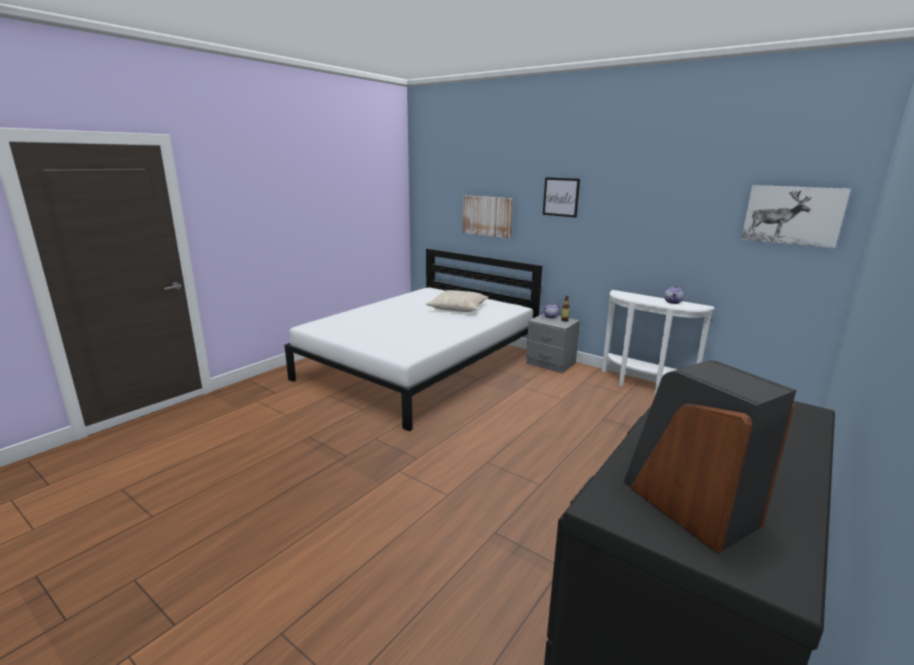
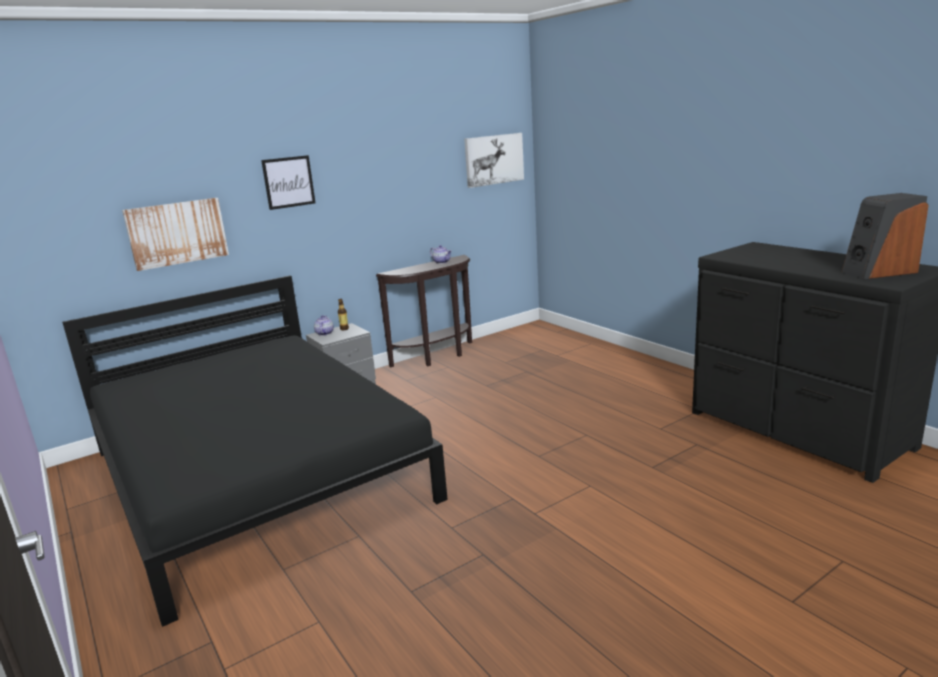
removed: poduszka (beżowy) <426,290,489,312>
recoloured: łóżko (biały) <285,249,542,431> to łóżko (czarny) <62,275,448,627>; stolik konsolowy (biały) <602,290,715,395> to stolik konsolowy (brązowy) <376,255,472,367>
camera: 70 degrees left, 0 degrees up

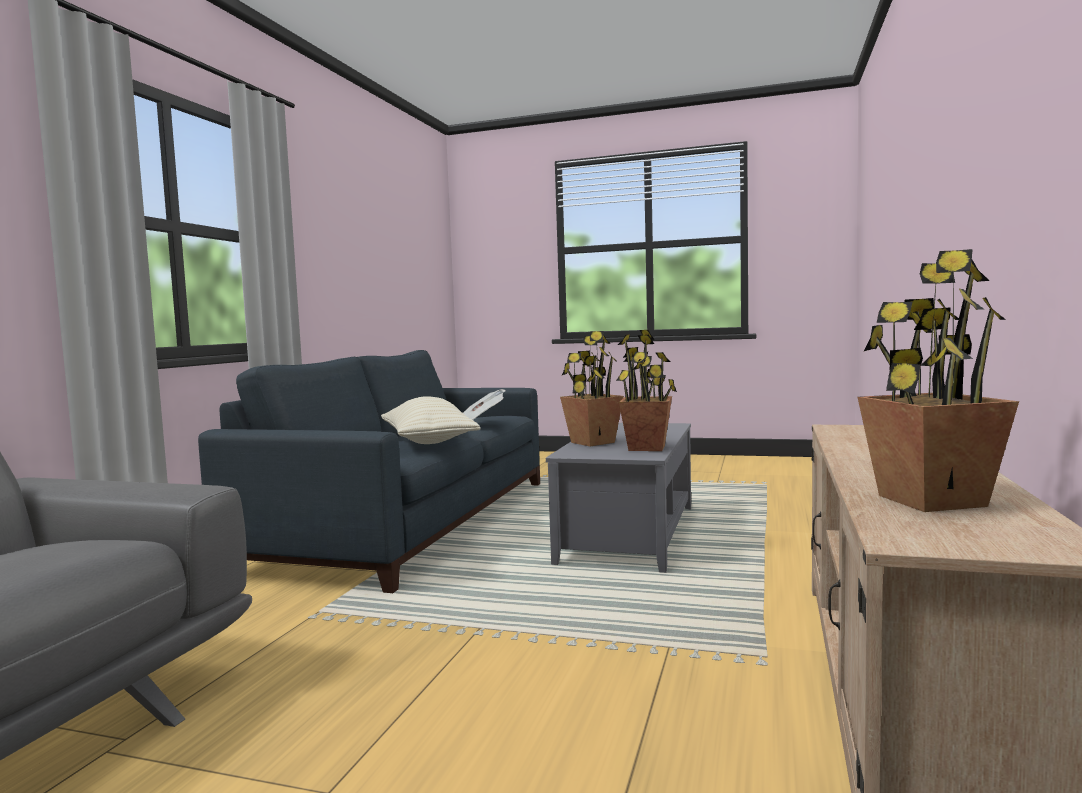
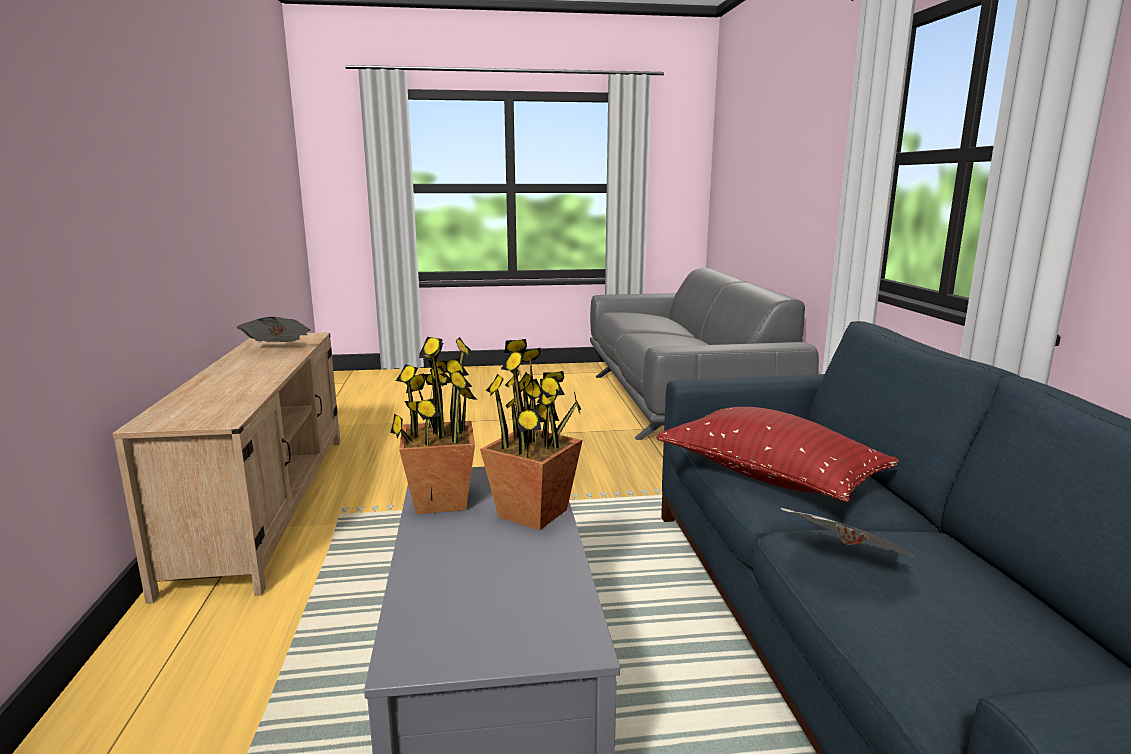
replaced: roślina doniczkowa <858,249,1019,512> to gazeta <237,317,310,342>
recoloured: poduszka (beżowy) <381,396,481,444> to poduszka (czerwony) <657,407,899,502>
camera: 155 degrees right, 10 degrees up

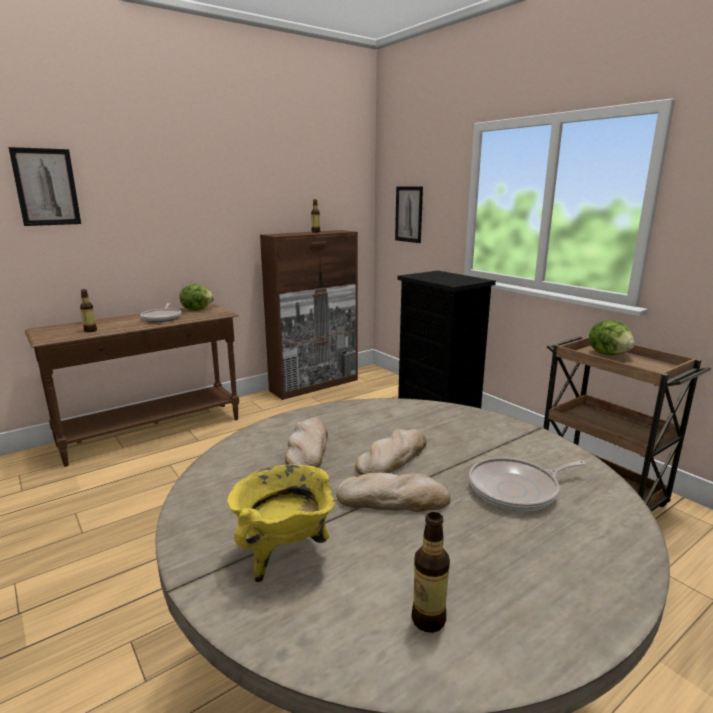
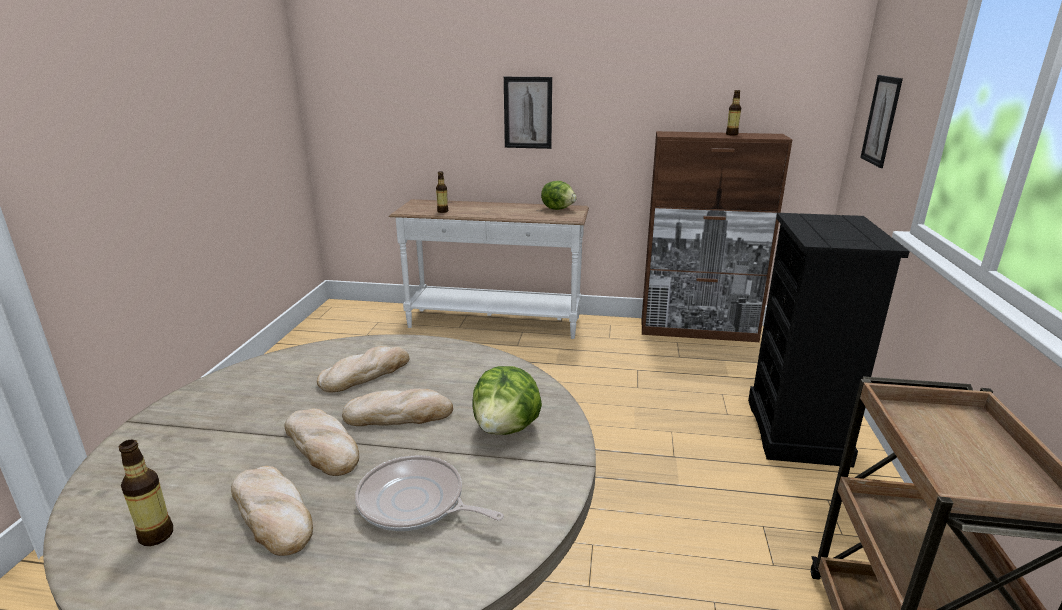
removed: patelnia <141,303,181,322>; garnek (żółty) <227,464,336,583>
added: chleb <231,466,313,556>
moved: sałata <589,320,635,355> to <472,366,542,435>; obraz <9,147,81,226> to <504,77,552,149>
recoloured: stolik konsolowy (brązowy) <25,304,239,467> to stolik konsolowy (biały) <389,199,589,339>
camera: 45 degrees right, 5 degrees up

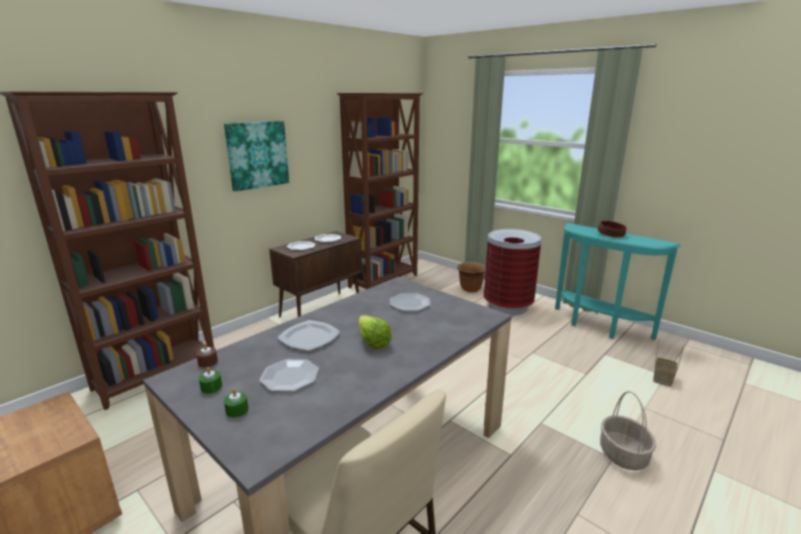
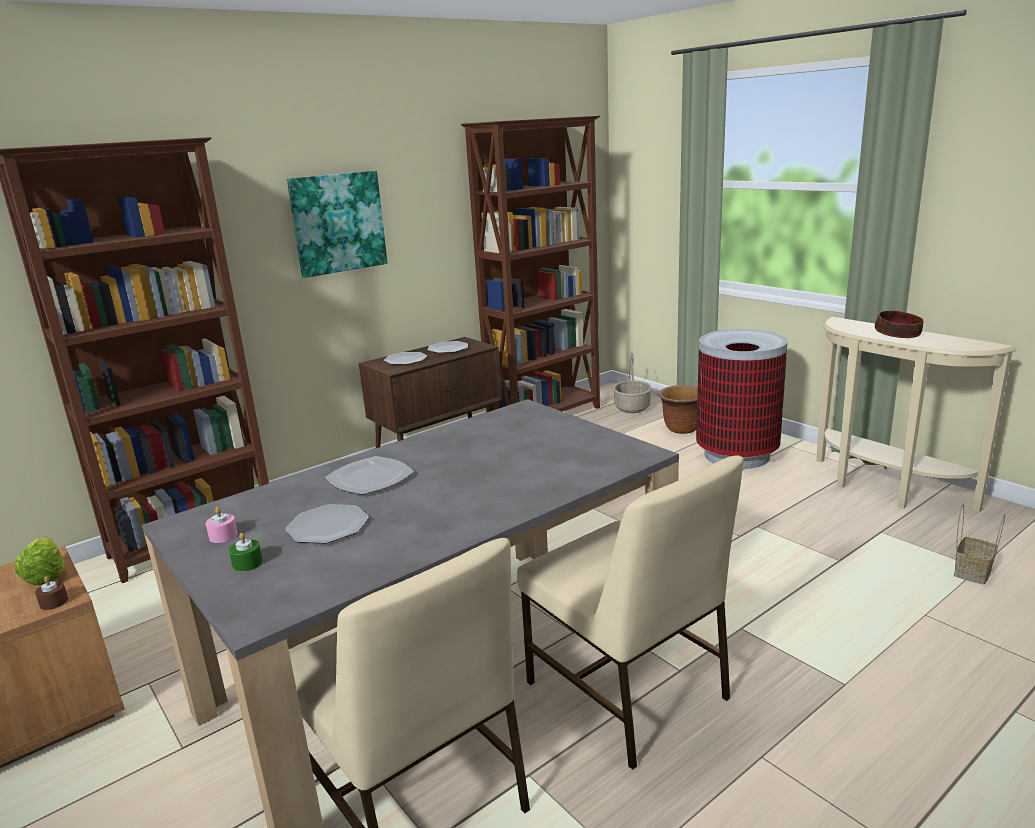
removed: talerz <390,293,431,311>
added: krzesło (beżowy) <517,455,744,770>
moved: sałata <359,315,392,349> to <15,536,64,585>; świeca (brązowy) <196,343,218,368> to <35,576,68,610>; koszyk <600,391,656,470> to <613,352,652,413>
recoloured: świeca (zielony) <199,367,222,394> to świeca (różowy) <206,507,238,543>; stolik konsolowy (turkusowy) <555,223,681,340> to stolik konsolowy (beżowy) <816,317,1017,512>
camera: 10 degrees right, 0 degrees up

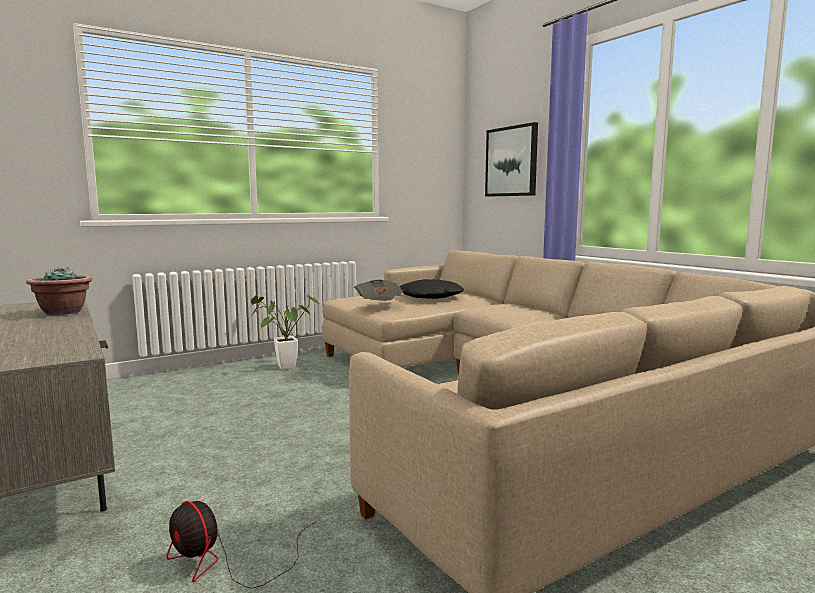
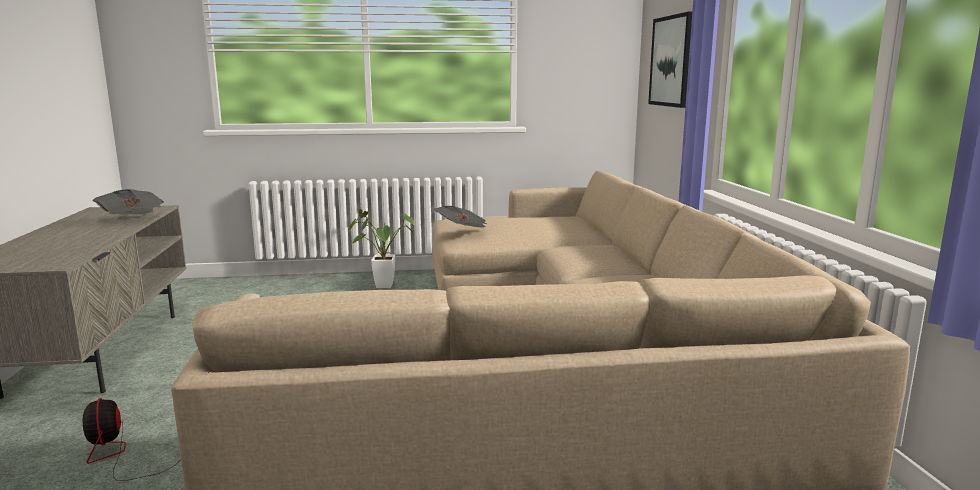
removed: poduszka (czarny) <400,279,464,299>
replaced: roślina doniczkowa <26,267,92,315> to gazeta <93,189,164,215>
camera: 25 degrees right, 5 degrees up

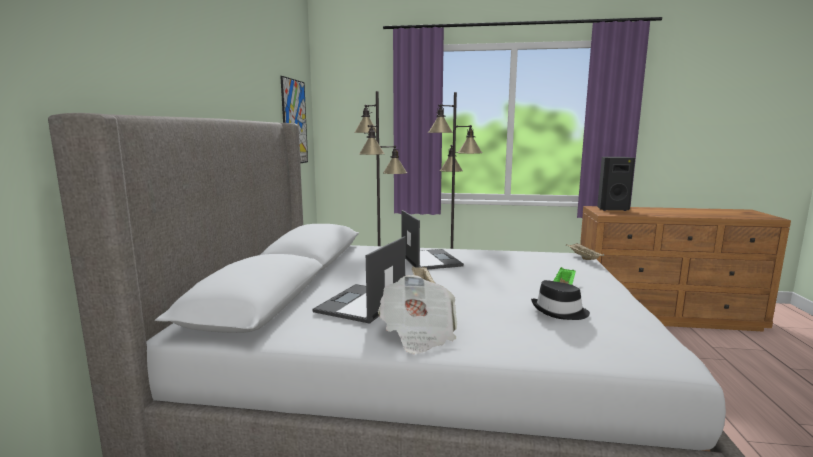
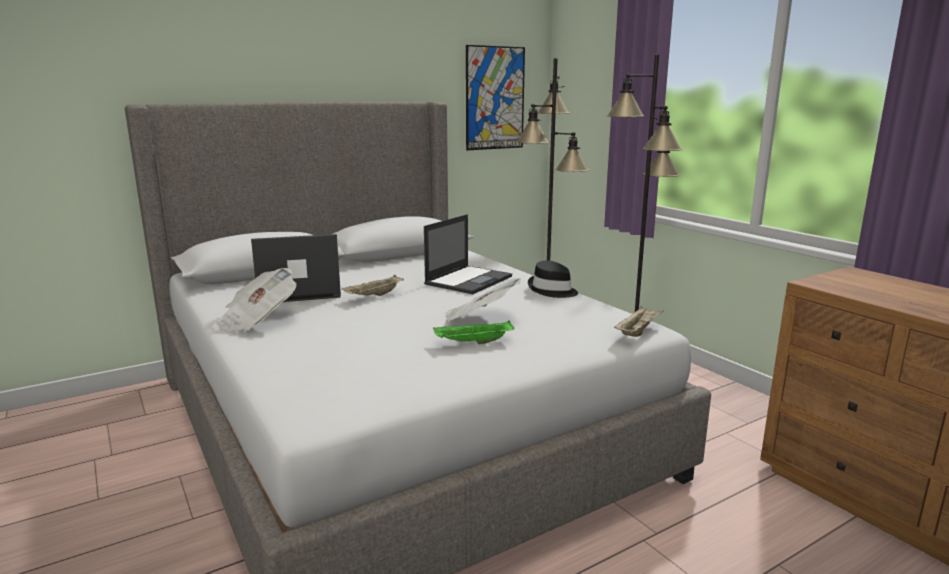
removed: głośnik (czarny) <597,157,635,211>
added: gazeta <445,278,521,323>
moved: kapelusz (czarny) <531,280,590,320> to <528,260,578,298>
camera: 50 degrees right, 5 degrees up

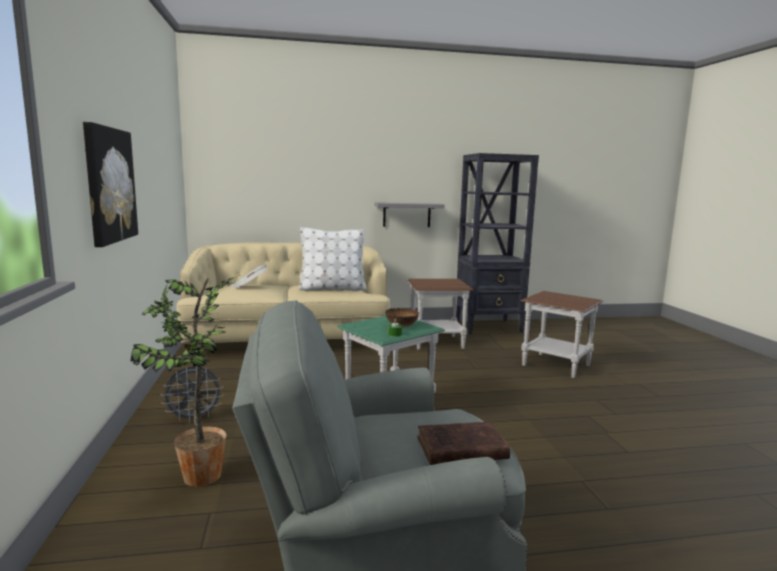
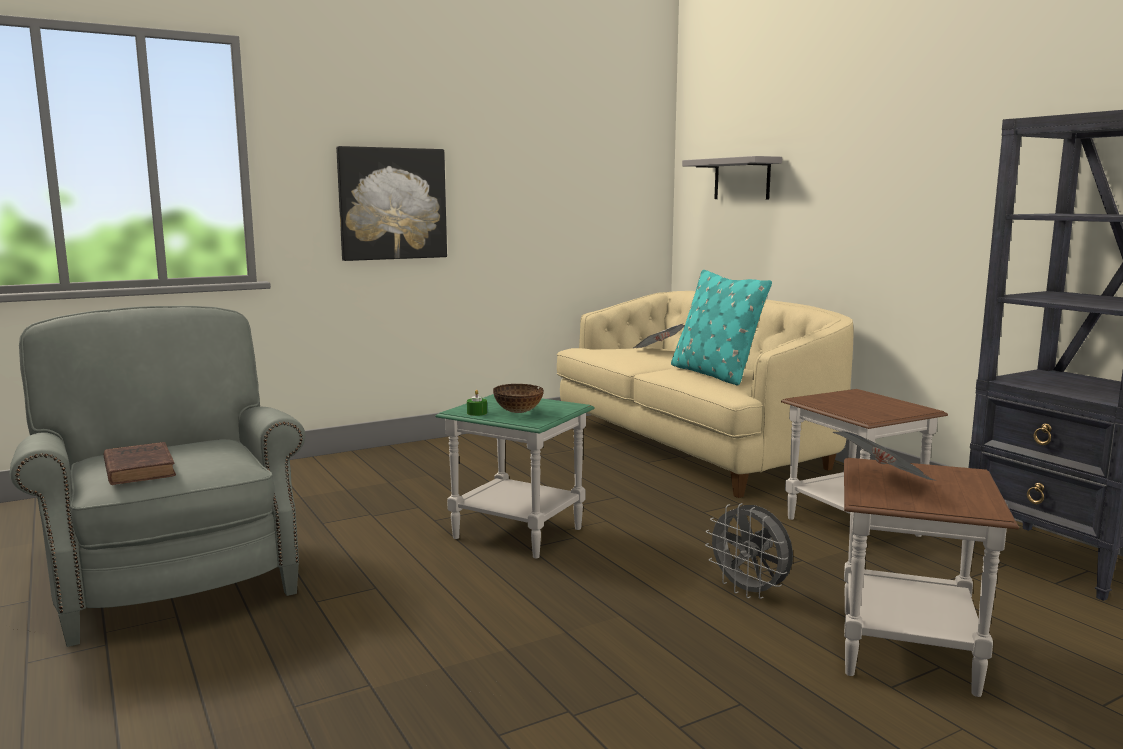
removed: roślina doniczkowa <130,276,237,487>
added: gazeta <833,431,934,480>
moved: półka (szary) <375,202,445,227> to <682,156,782,200>; wentylator (szary) <161,366,224,423> to <705,503,793,599>
recoloured: poduszka (biały) <299,227,366,291> to poduszka (turkusowy) <671,270,772,385>
camera: 70 degrees right, 0 degrees up

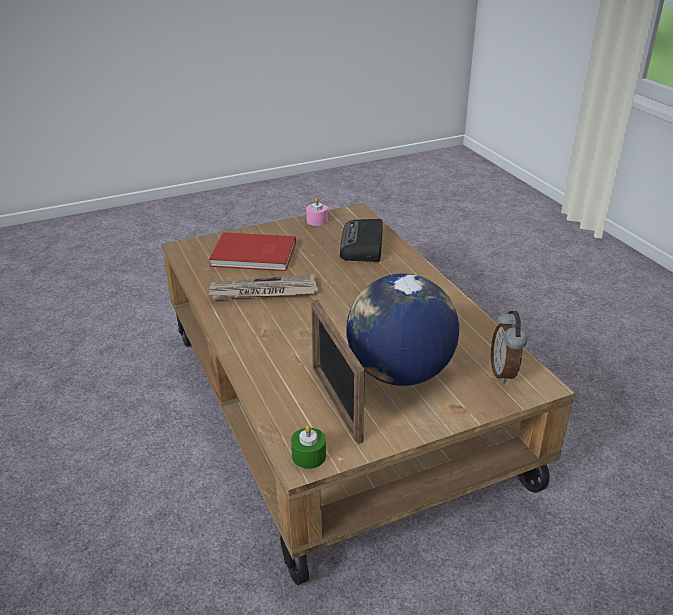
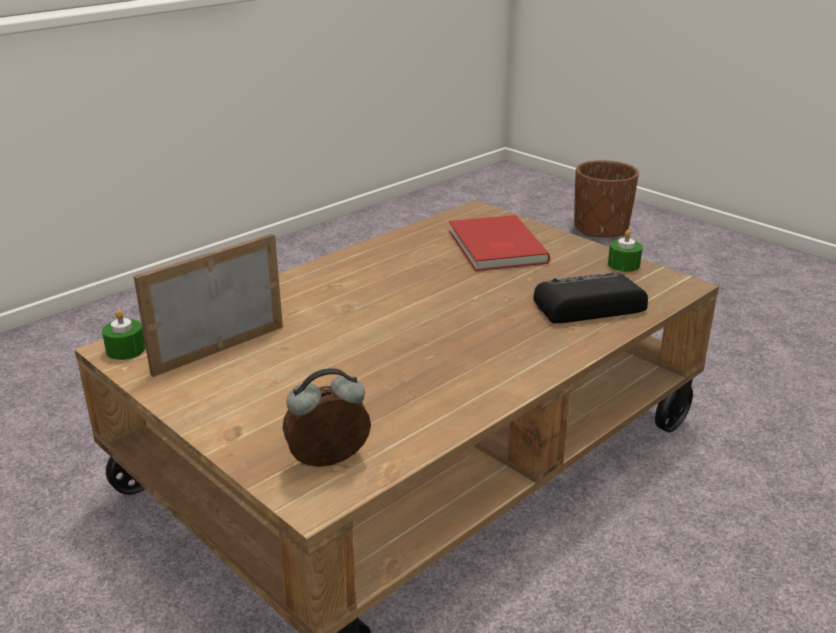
removed: gazeta <209,274,318,300>; globus <347,274,459,386>
added: donica (brązowy) <574,160,639,237>
recoloured: świeca (różowy) <306,197,328,226> to świeca (zielony) <608,230,643,272>
camera: 70 degrees right, 5 degrees down

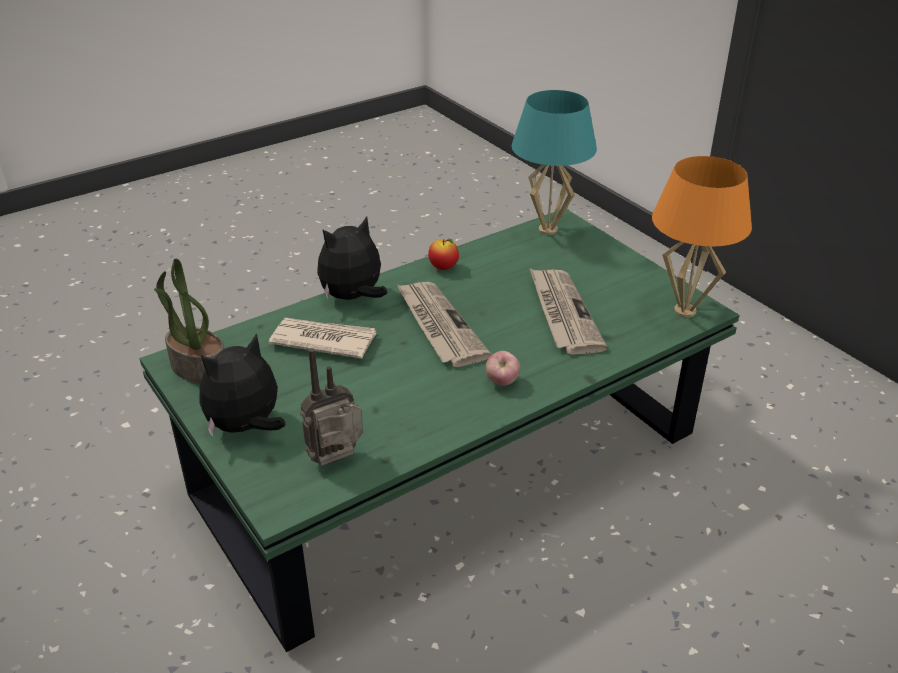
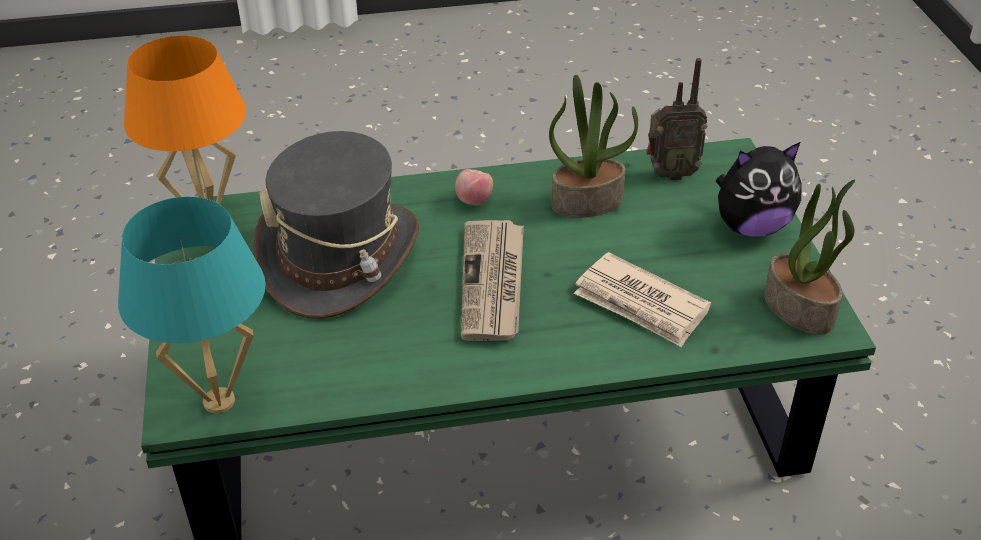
removed: pluszak <317,216,387,300>; jabłko <428,239,459,270>
added: roślina doniczkowa <549,75,638,218>
replaced: gazeta <530,269,608,355> to kapelusz (szary) <253,131,420,319>
camera: 155 degrees left, 5 degrees up

